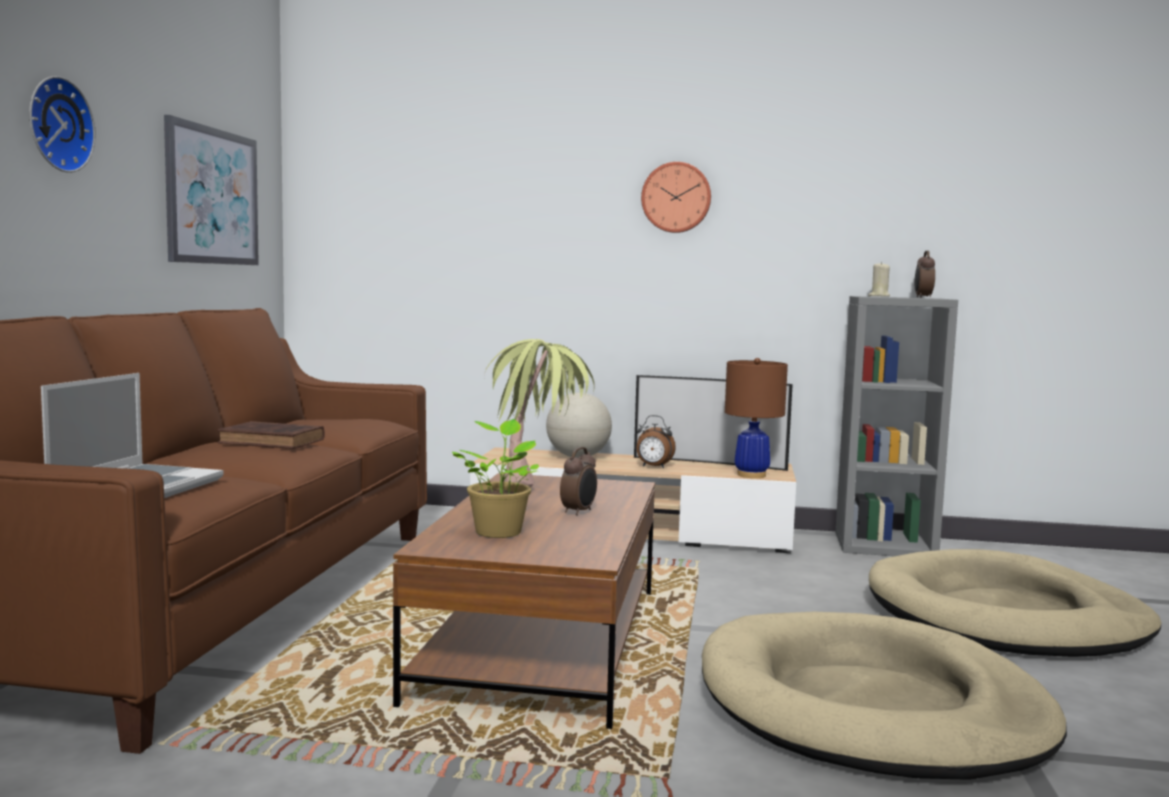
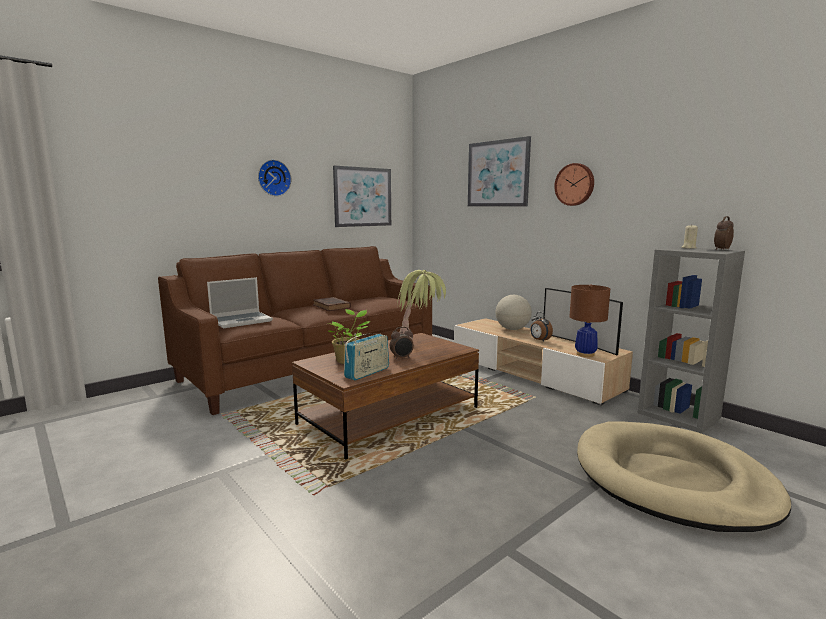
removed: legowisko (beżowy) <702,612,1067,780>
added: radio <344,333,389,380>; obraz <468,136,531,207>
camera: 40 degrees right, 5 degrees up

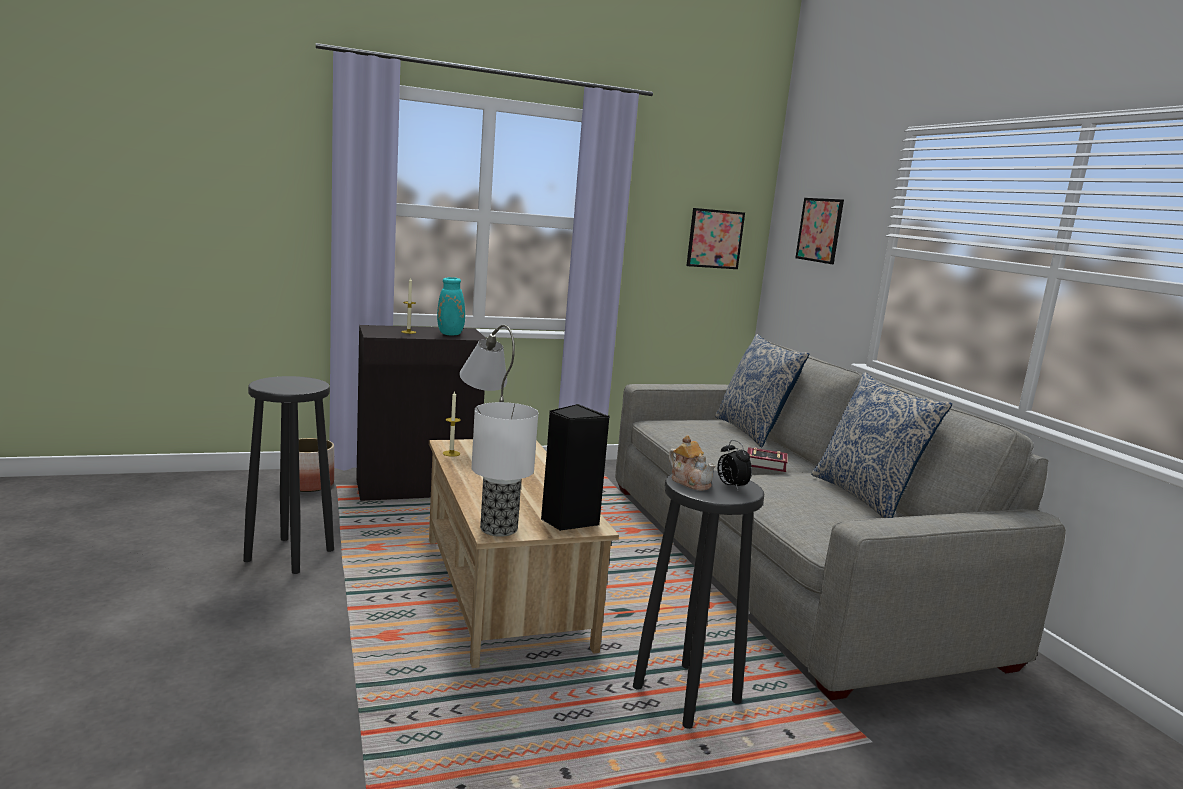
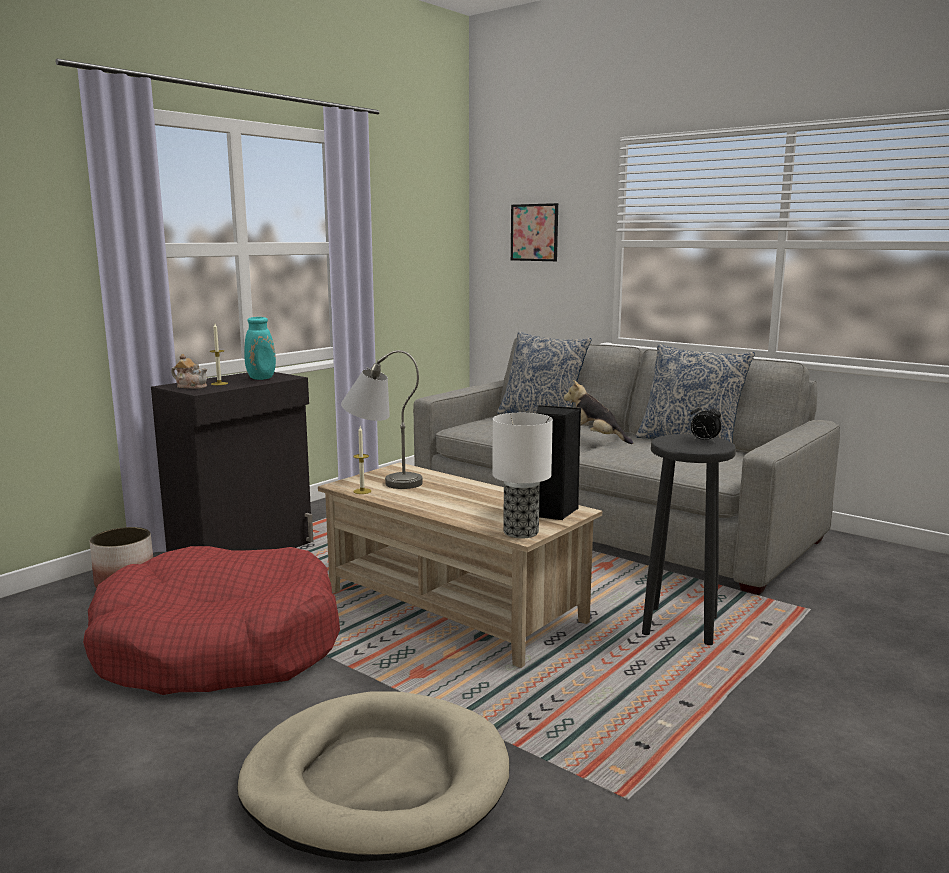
removed: obraz <686,208,745,269>
added: legowisko (beżowy) <237,691,510,862>
moved: imbryk <669,435,716,491> to <171,354,207,389>
replaced: stołek (czarny) <243,376,334,574> to legowisko (czerwony) <83,546,340,695>; książka <747,447,788,472> to pluszak <563,380,633,444>
camera: 30 degrees left, 0 degrees up

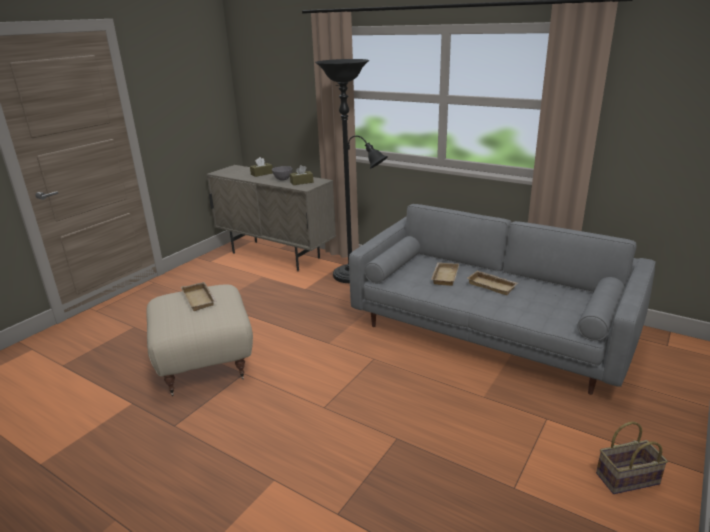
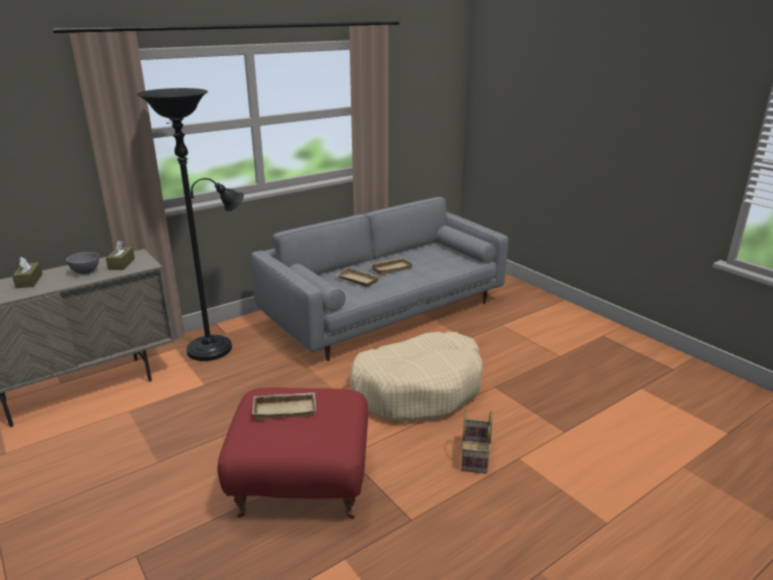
added: legowisko (beżowy) <350,332,483,422>
moved: koszyk <596,421,668,494> to <461,409,493,474>
recoloured: pufa (beżowy) <146,284,253,396> to pufa (czerwony) <217,388,368,519>
camera: 70 degrees left, 0 degrees up

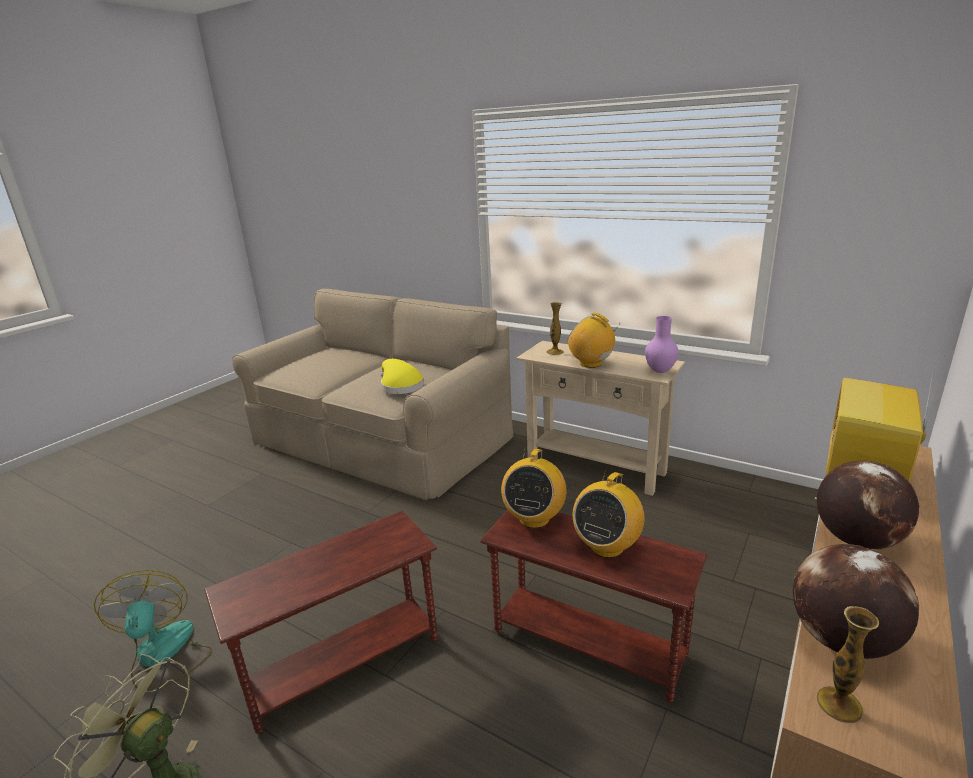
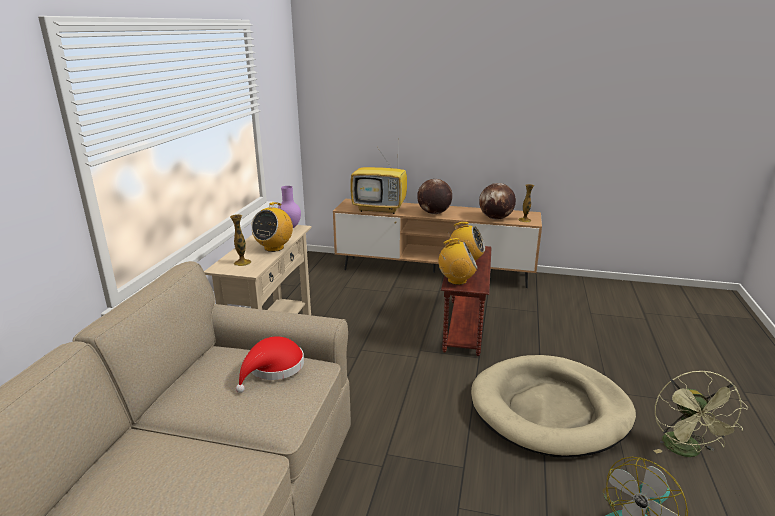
replaced: stolik (brązowy) <205,511,438,734> to legowisko (beżowy) <471,355,636,458>
recoloured: kapelusz (żółty) <380,359,424,394> to kapelusz (czerwony) <236,336,304,393>
camera: 110 degrees left, 0 degrees up

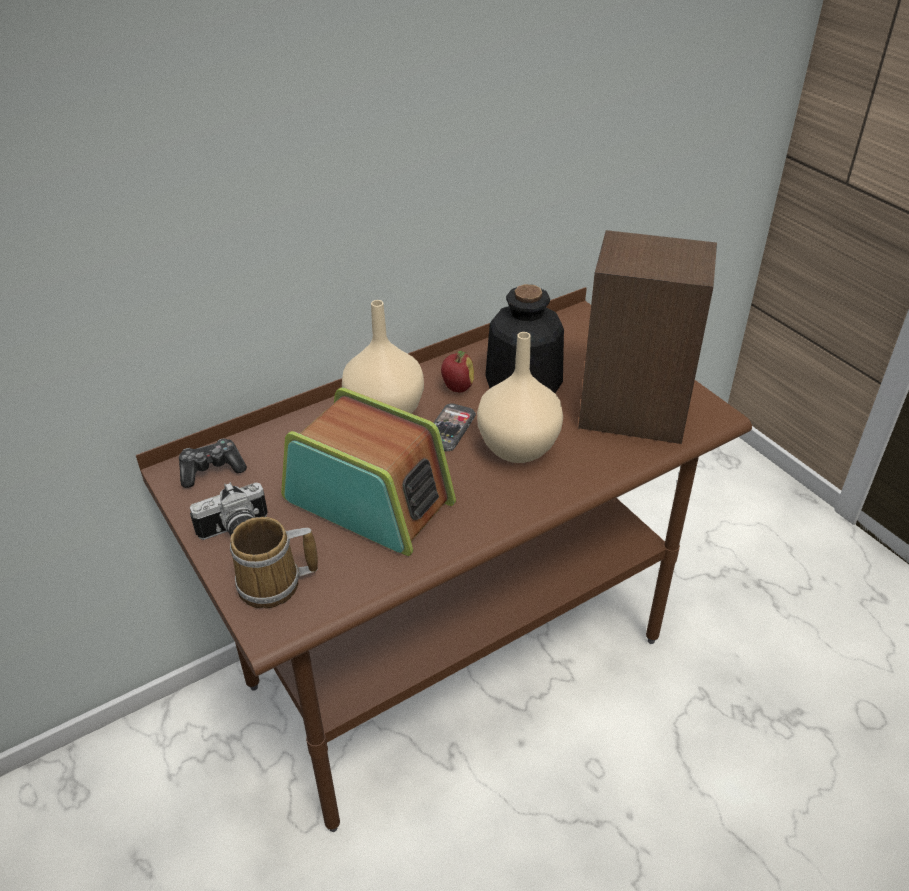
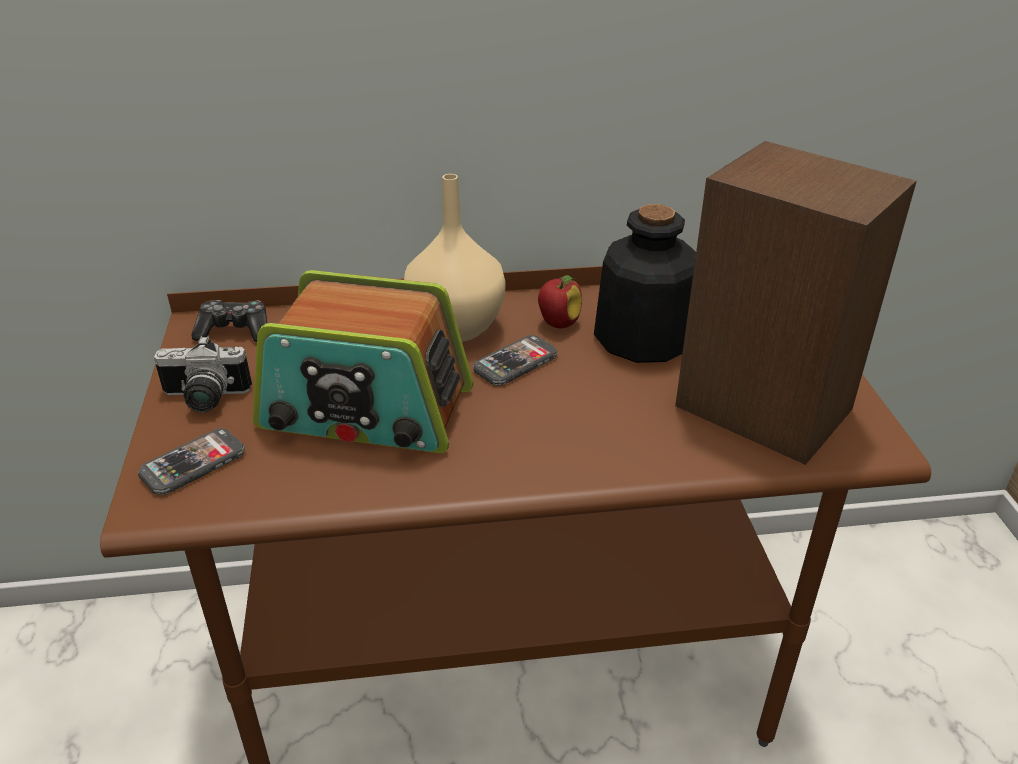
removed: wazon (beżowy) <477,332,563,463>
replaced: kubek <230,517,318,609> to telefon <138,428,245,495>
turned: radio <281,387,456,556> = <253,270,473,453> 135 degrees clockwise
camera: 25 degrees right, 5 degrees down

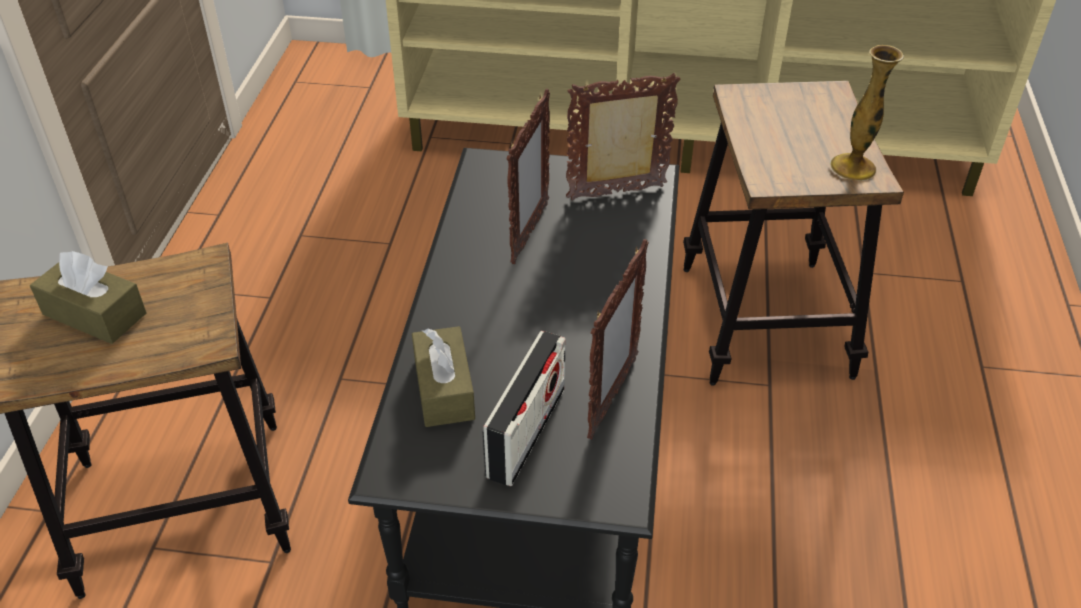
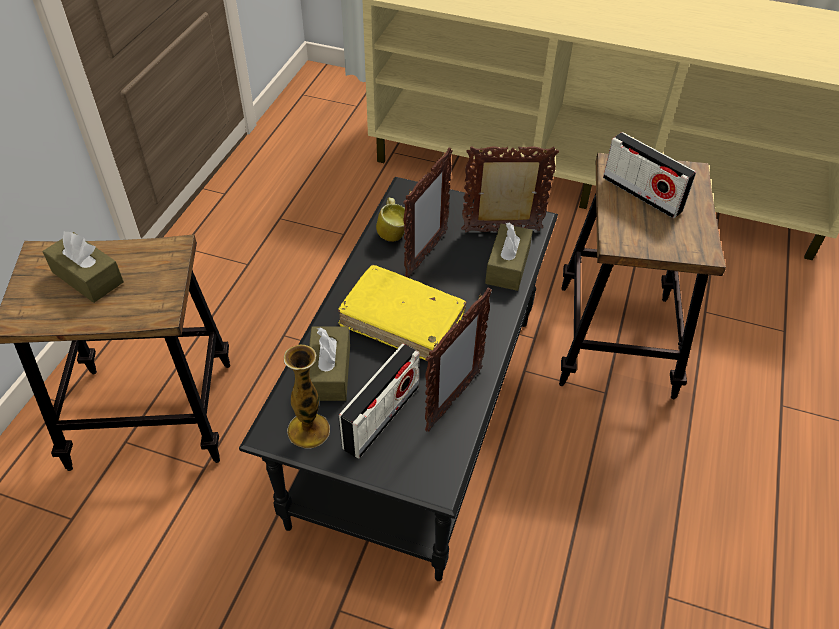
added: książka (żółty) <338,265,466,360>; kubek <376,198,405,242>; pudełko chusteczek (brązowy) <485,223,533,291>; radio <603,132,696,218>
moved: wazon <830,45,904,181> to <284,345,330,449>
camera: 10 degrees right, 5 degrees up

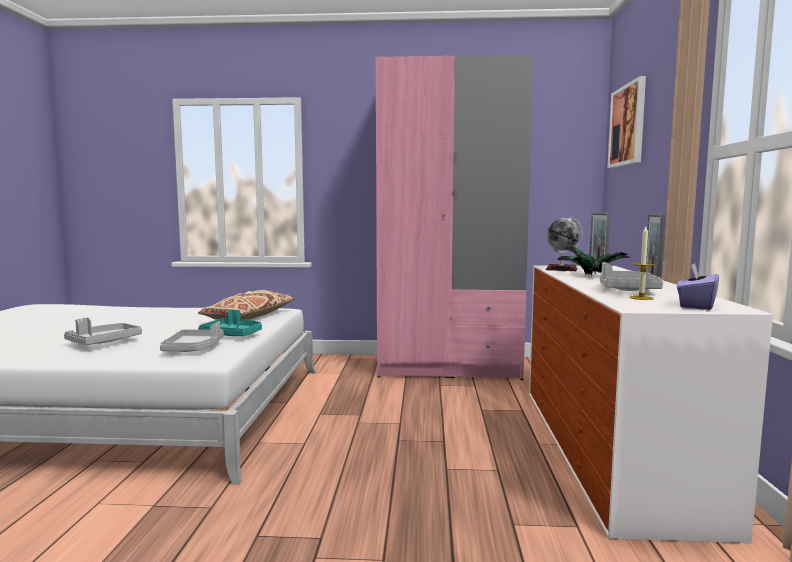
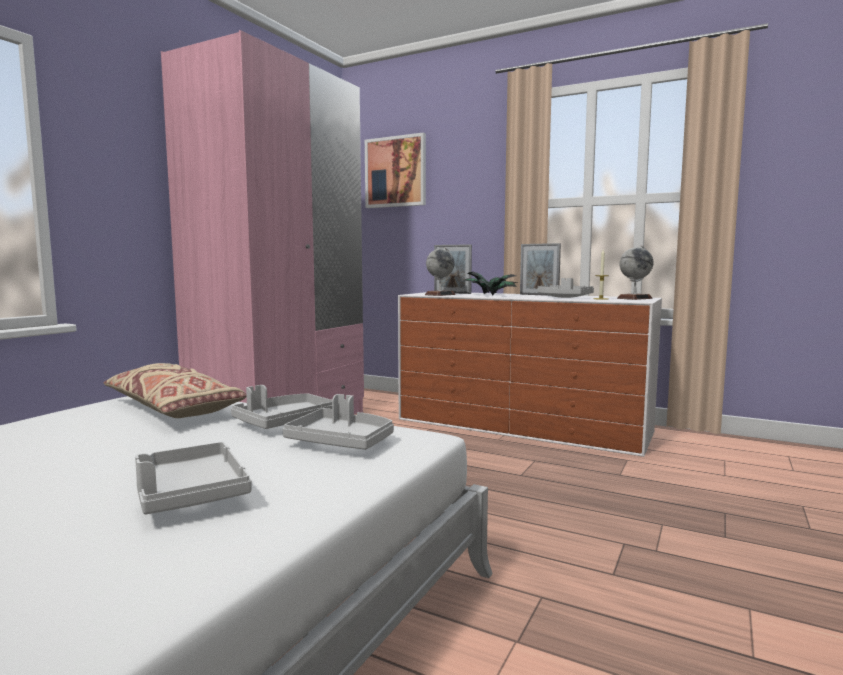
replaced: pudełko chusteczek (fioletowy) <677,263,719,310> to globus <617,245,654,300>
recoloured: taca (turkusowy) <198,309,262,336> to taca (szary) <231,385,332,429>
camera: 65 degrees left, 0 degrees up

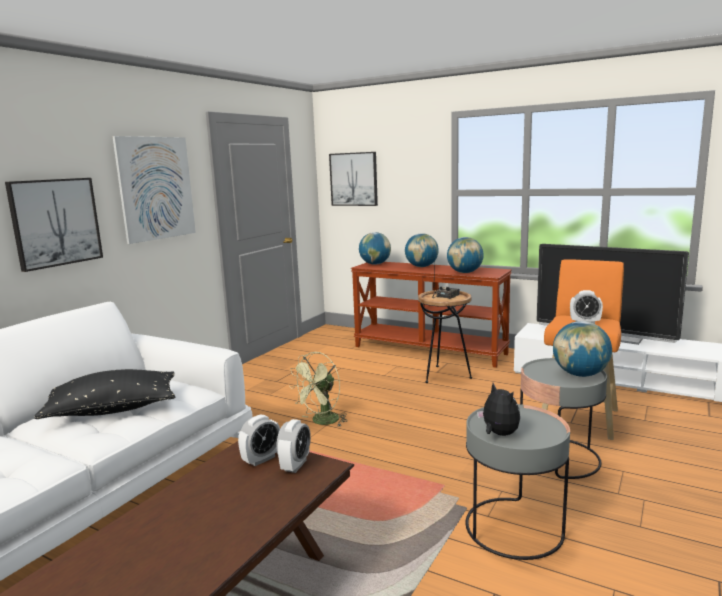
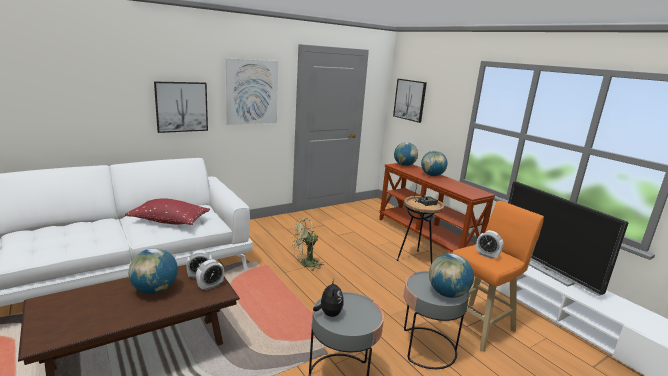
moved: globus <447,237,484,273> to <129,248,178,294>
recoloured: poduszka (czarny) <34,369,175,419> to poduszka (czerwony) <125,199,210,225>
camera: 25 degrees right, 5 degrees up

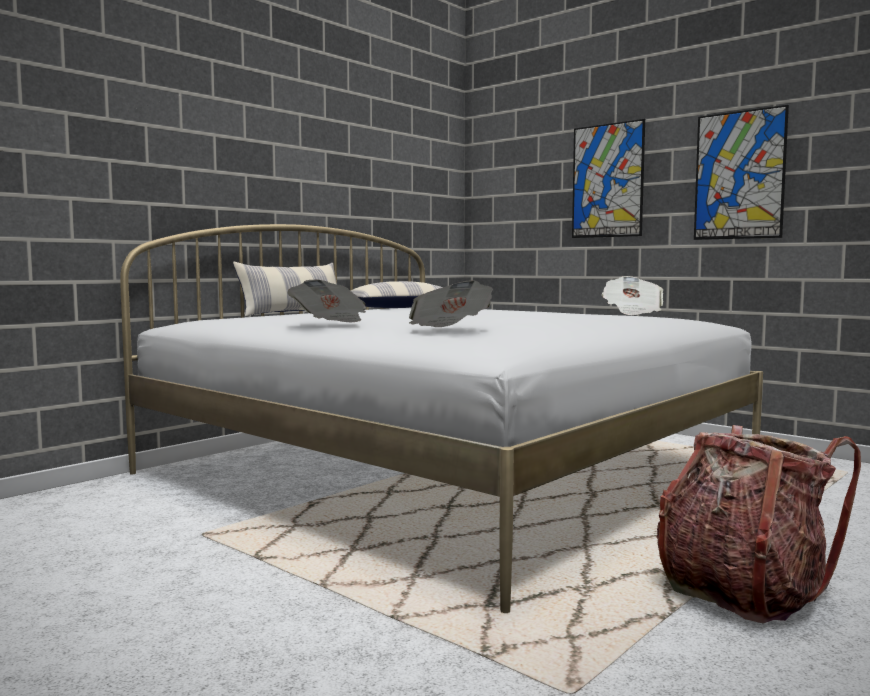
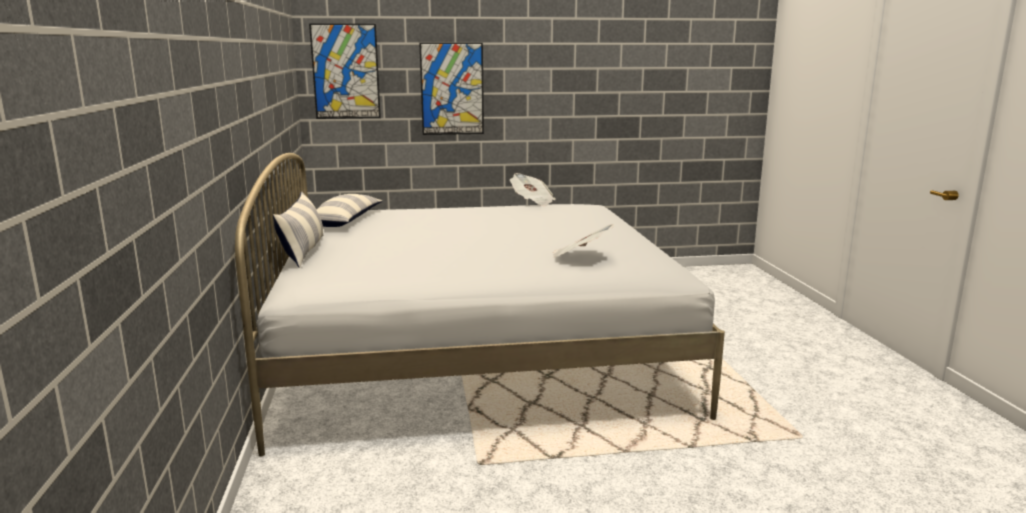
removed: gazeta <287,279,366,322>; plecak <657,425,861,623>
moved: obraz <694,105,789,240> to <309,24,381,119>
camera: 50 degrees left, 10 degrees up

